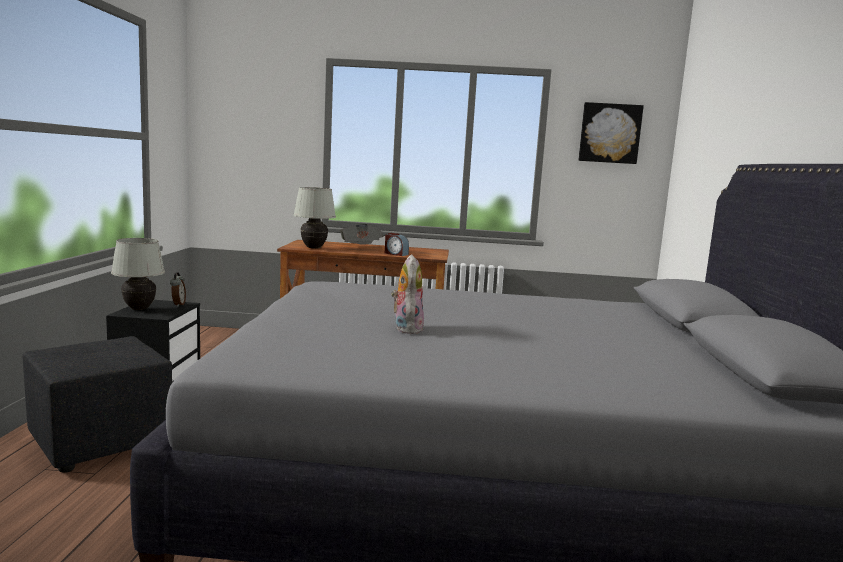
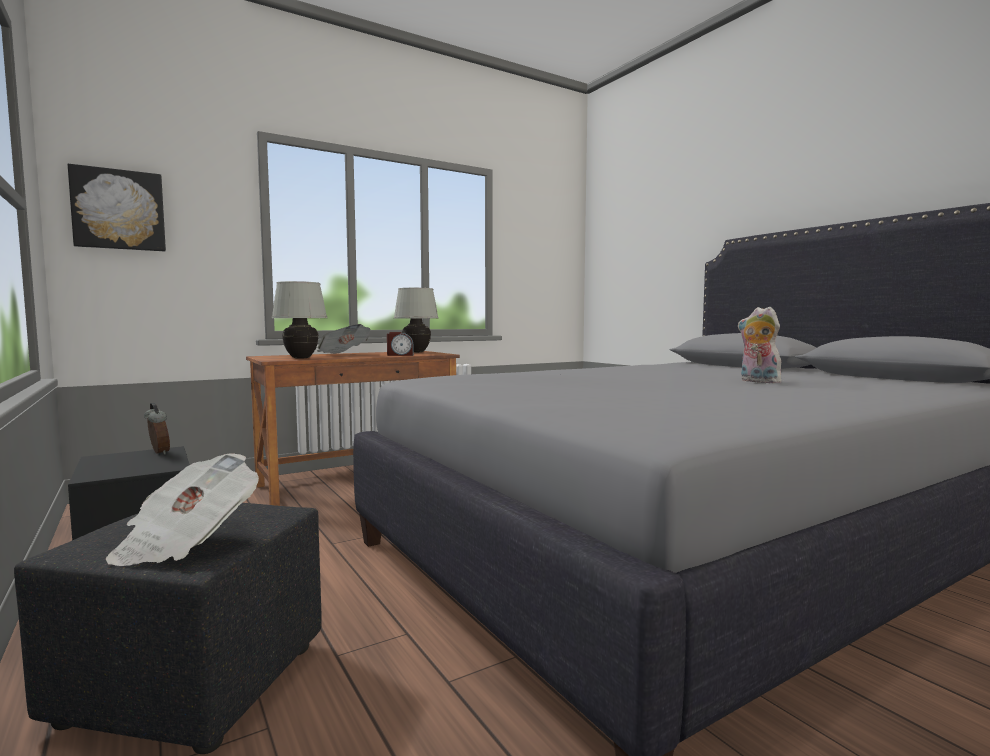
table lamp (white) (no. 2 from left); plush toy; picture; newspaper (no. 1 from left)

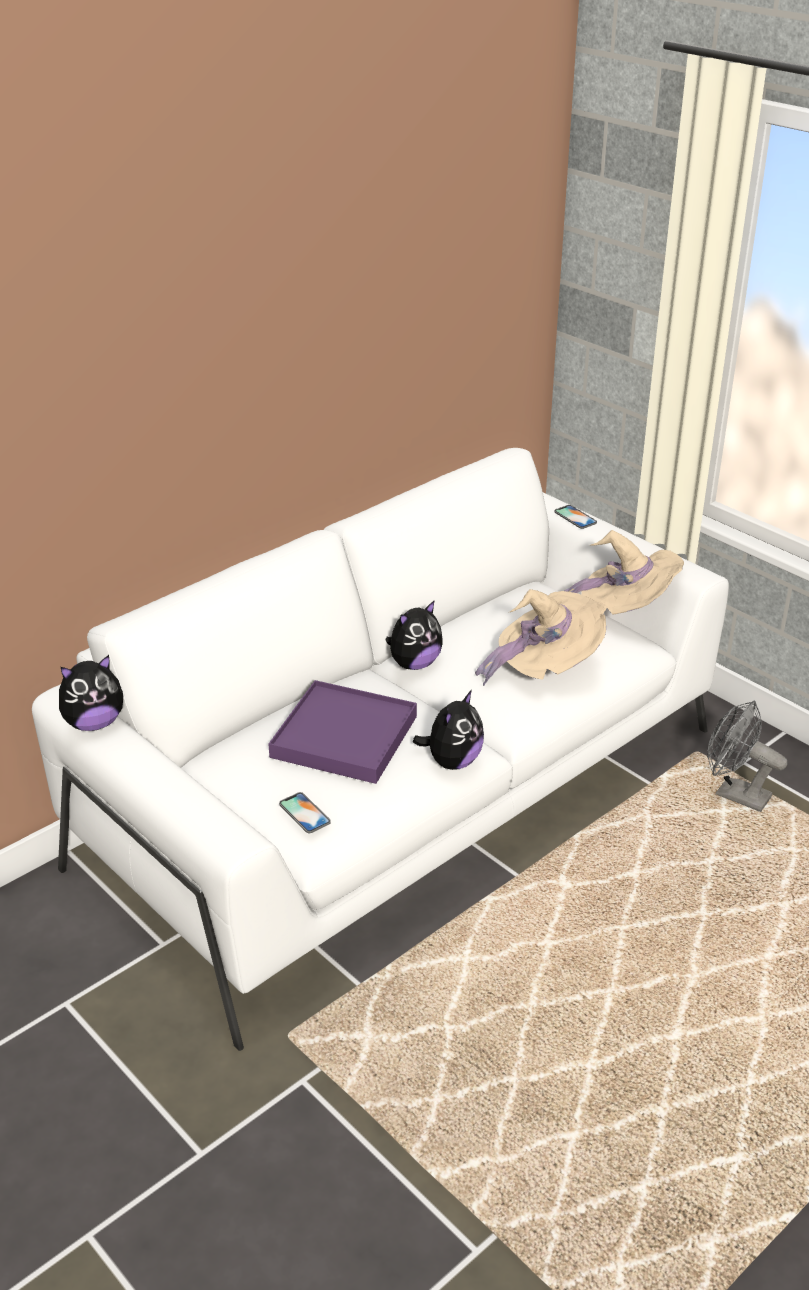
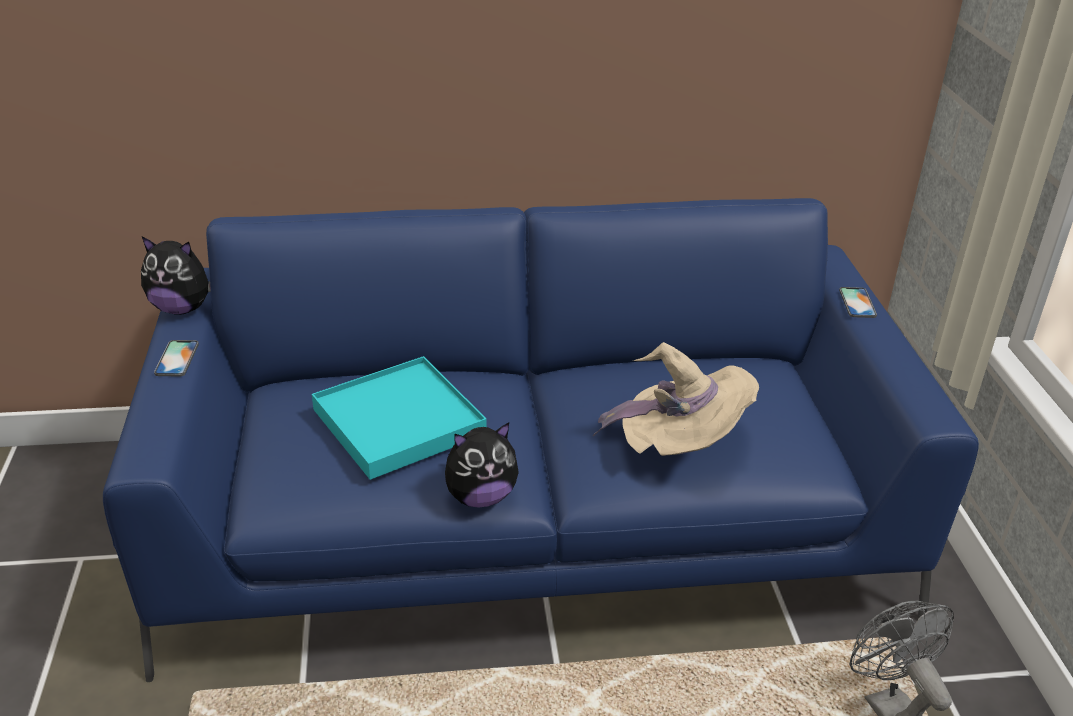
sofa (blue); tray (turquoise); phone (no. 1 from left); plush toy (no. 2 from left in the first image); hat (beige) (no. 2 from left in the first image)

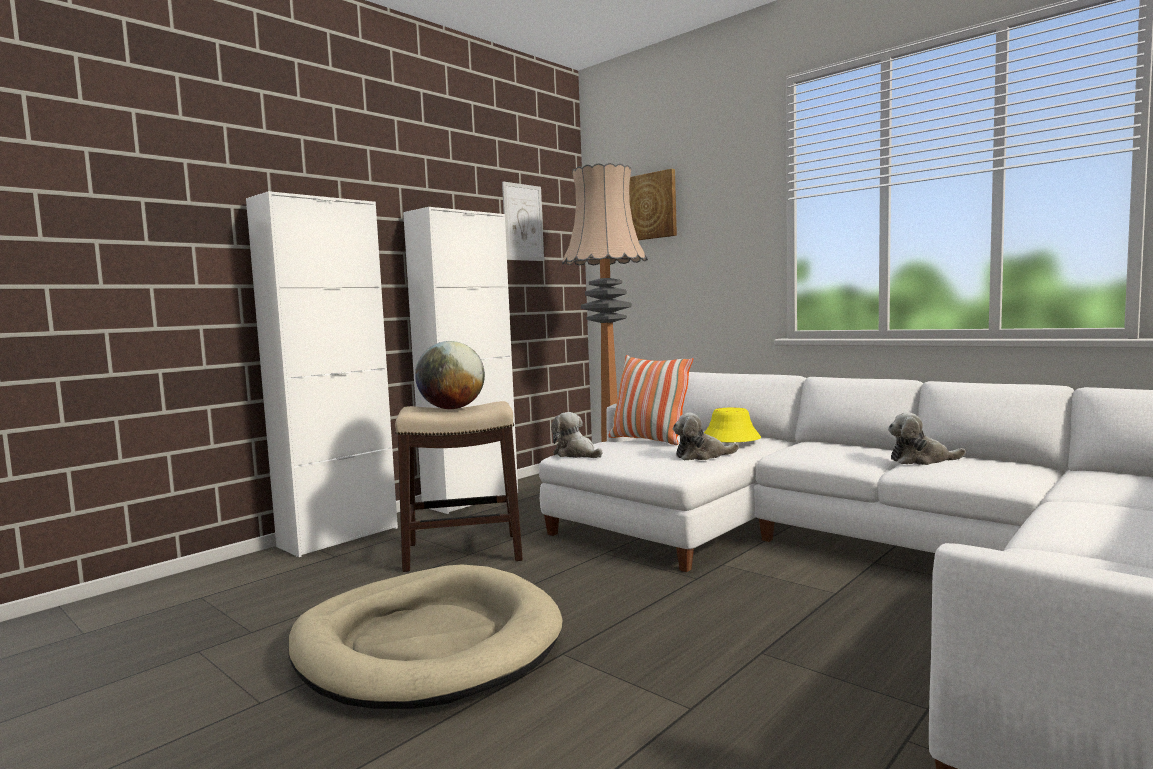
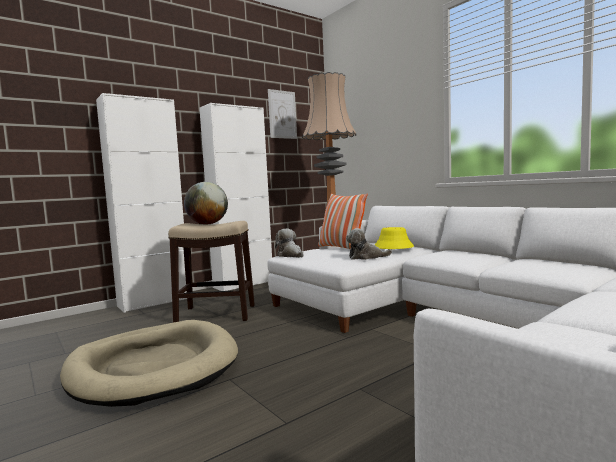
picture (no. 2 from left in the first image); plush toy (no. 3 from left in the first image)

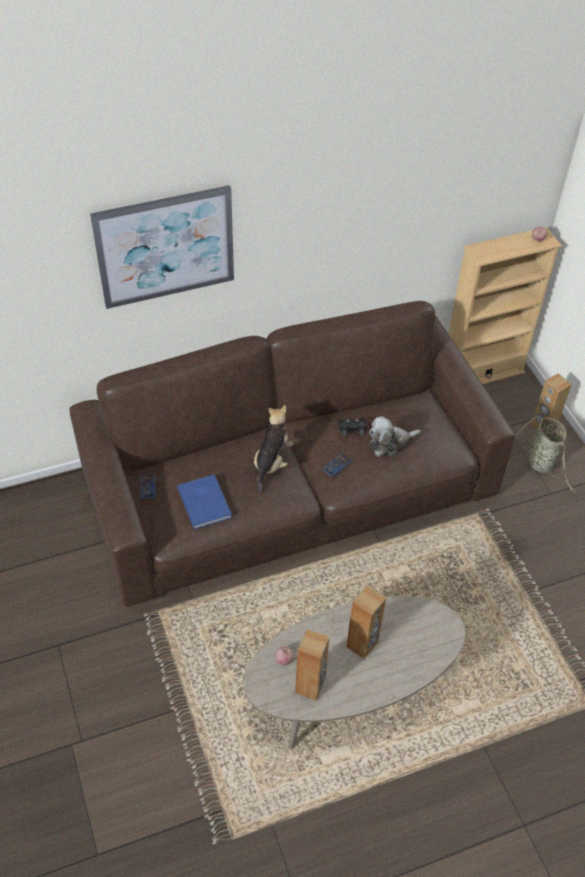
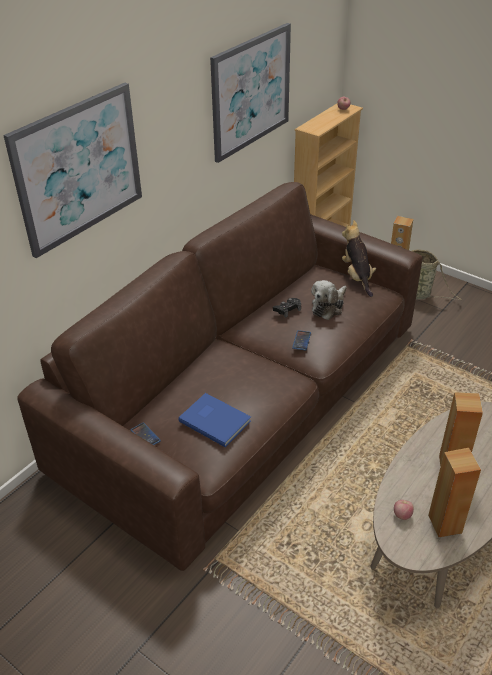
plush toy (no. 2 from left); picture (no. 2 from left)

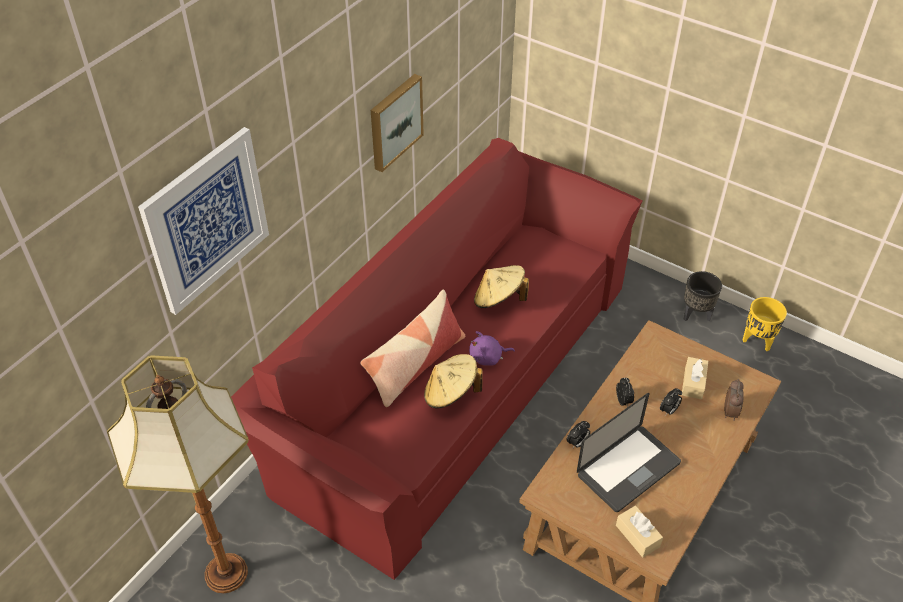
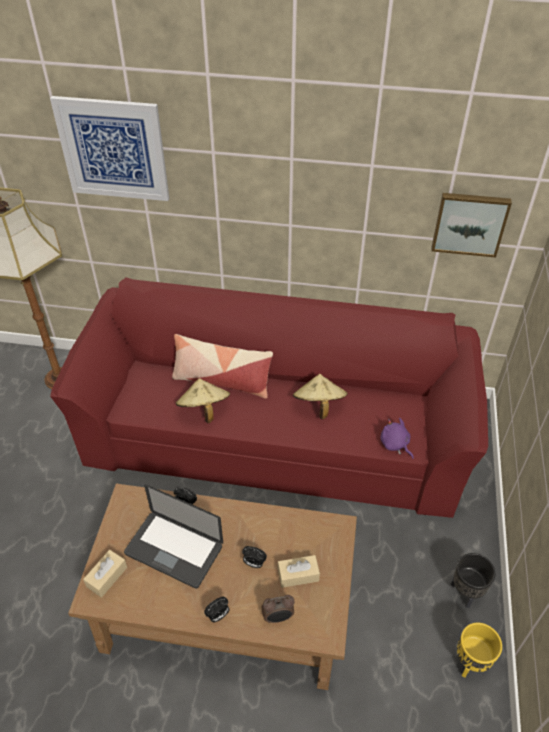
picture (no. 2 from left); plush toy (purple); alarm clock (no. 2 from left)

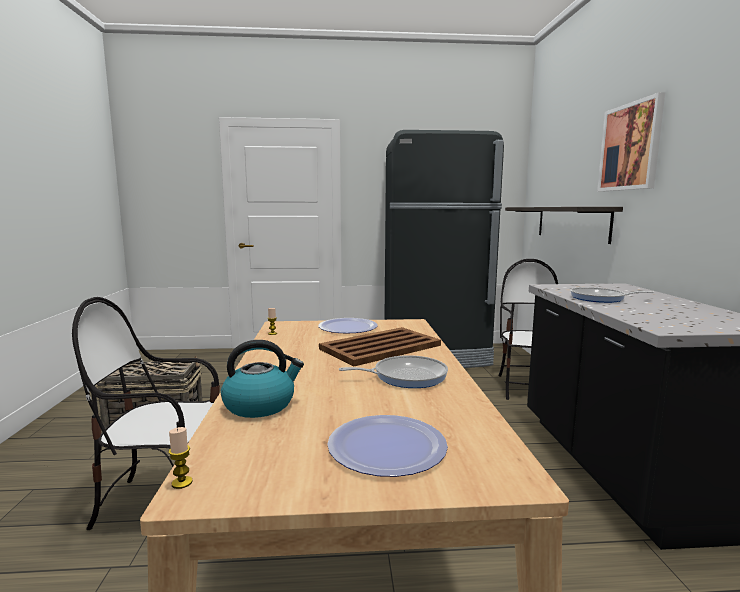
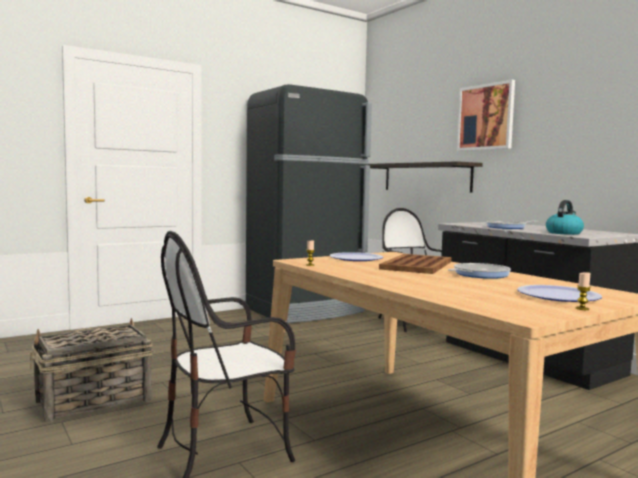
candle (no. 2 from left); kettle

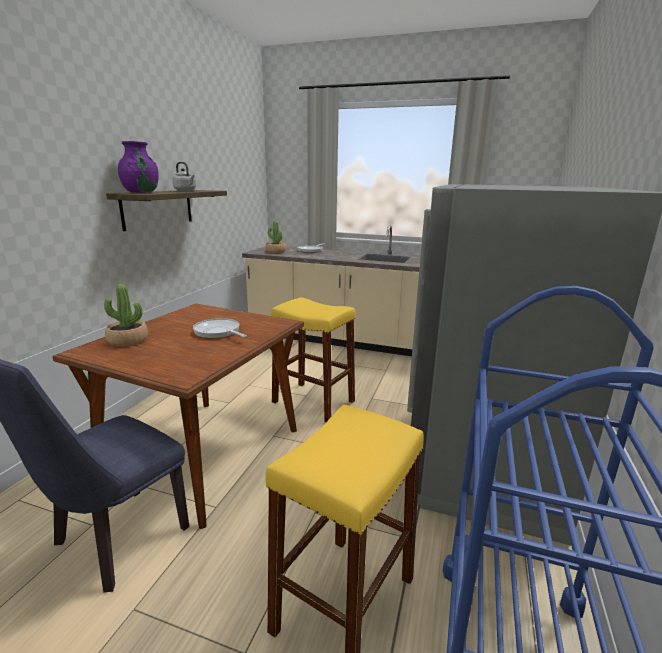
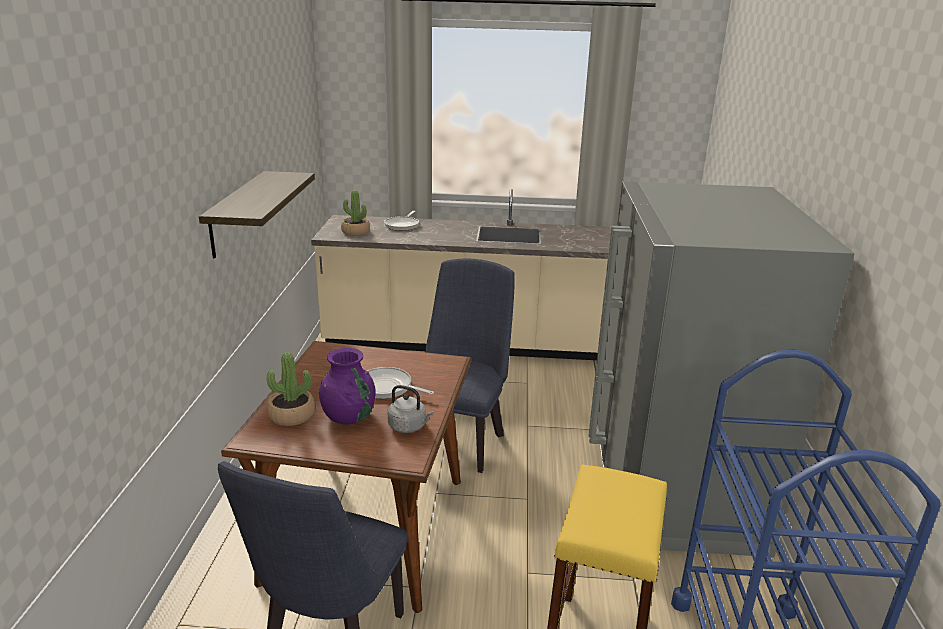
vase (purple); kettle (grey); chair (blue) (no. 2 from left)

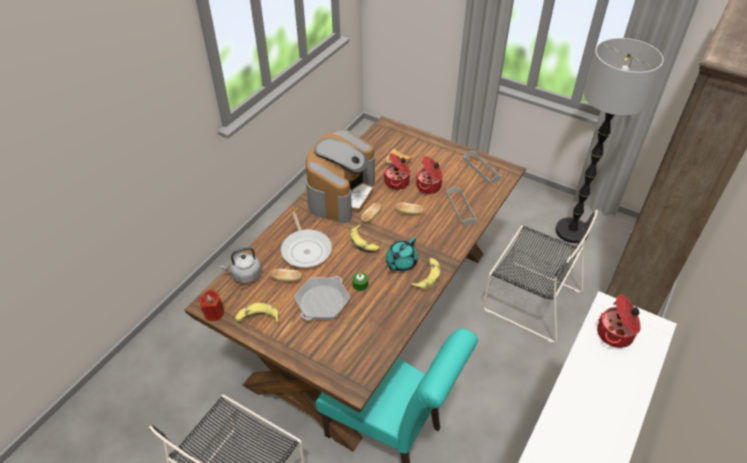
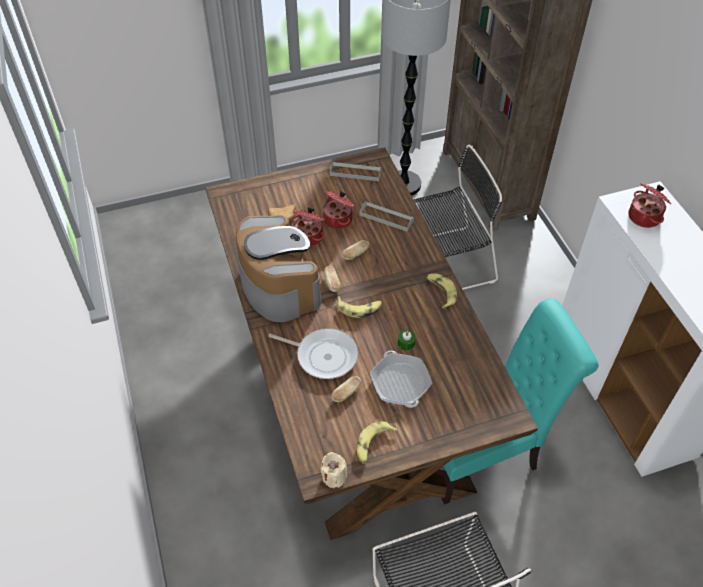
candle (beige); kettle (grey); teapot (turquoise)

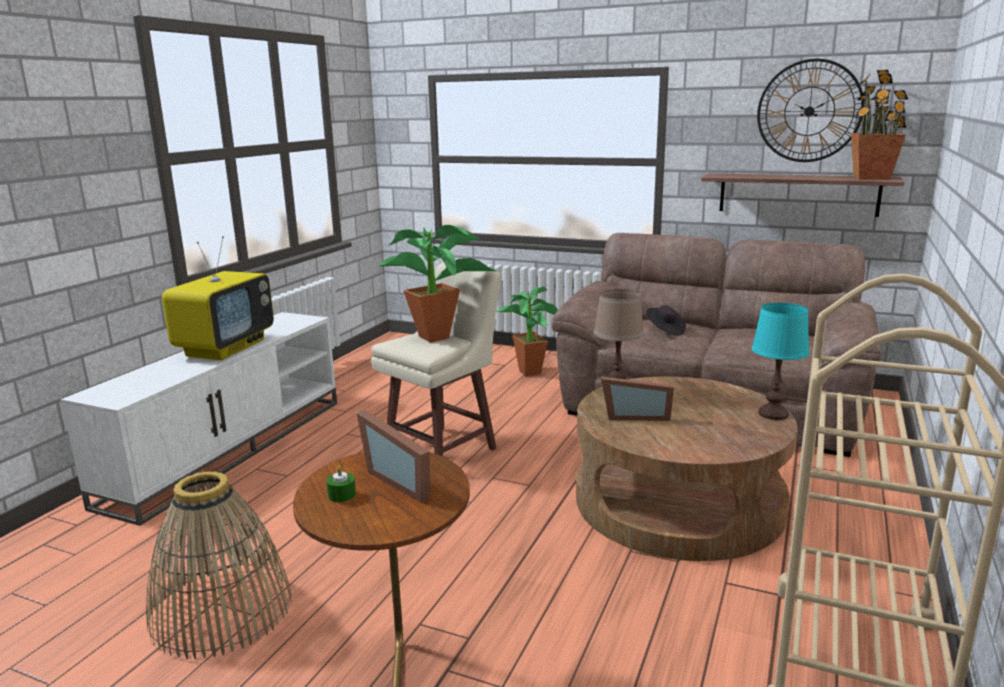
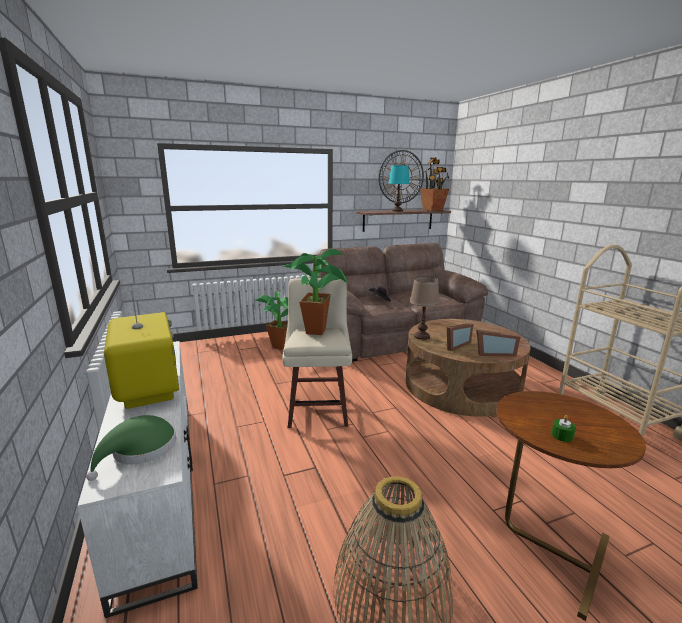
picture frame (no. 2 from left); table lamp (turquoise); hat (green)

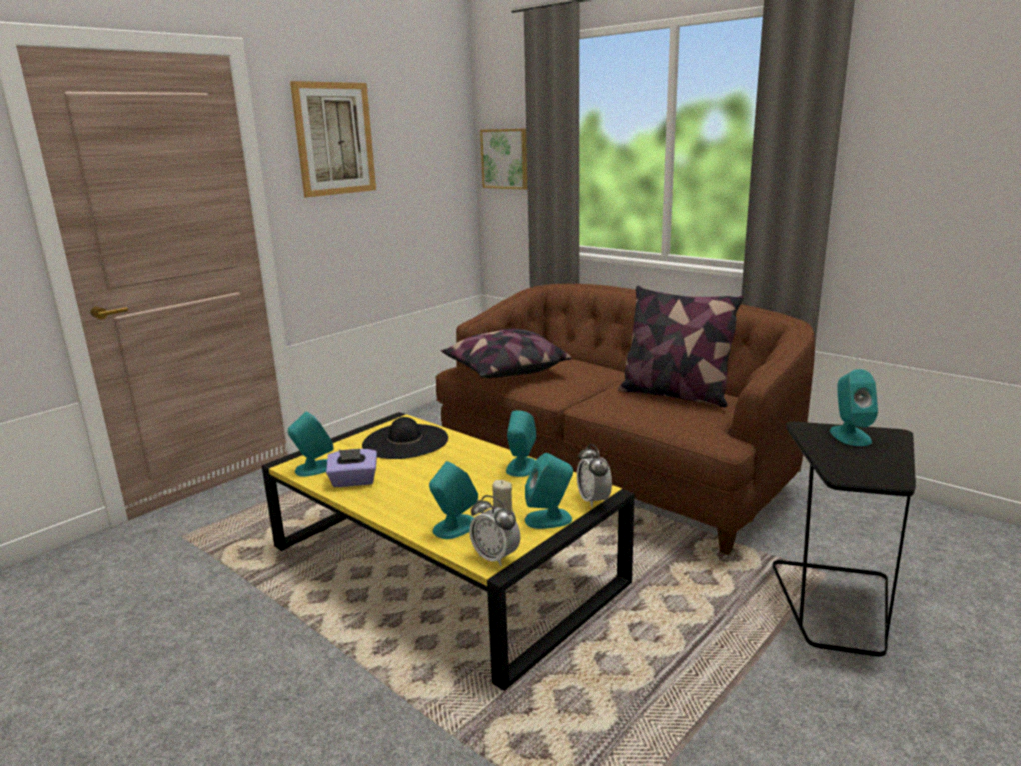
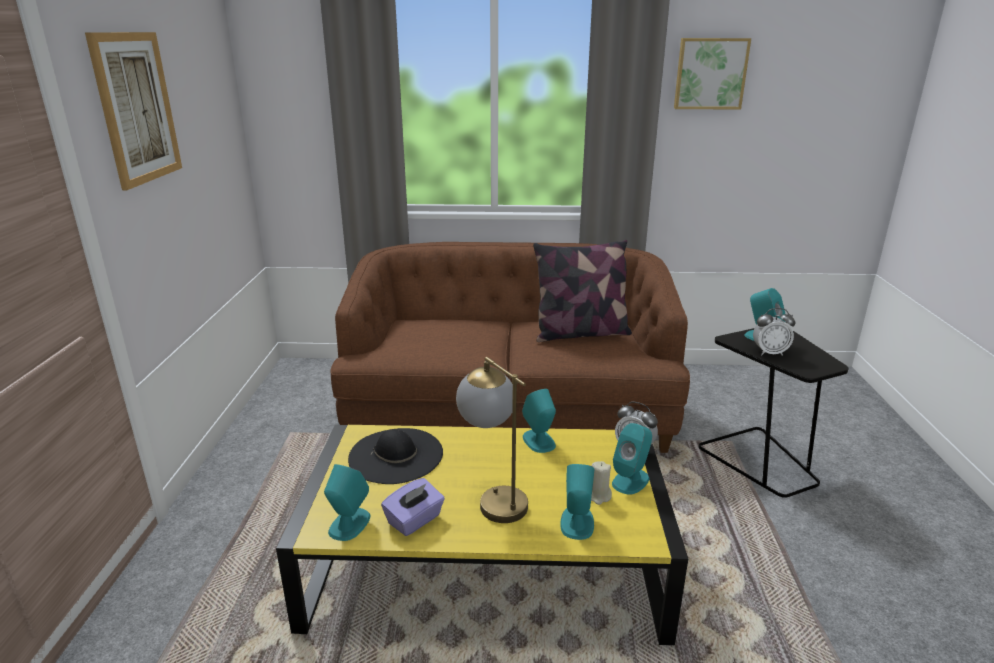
pillow (no. 1 from left in the first image); alarm clock (no. 2 from left); picture (no. 2 from left); table lamp

